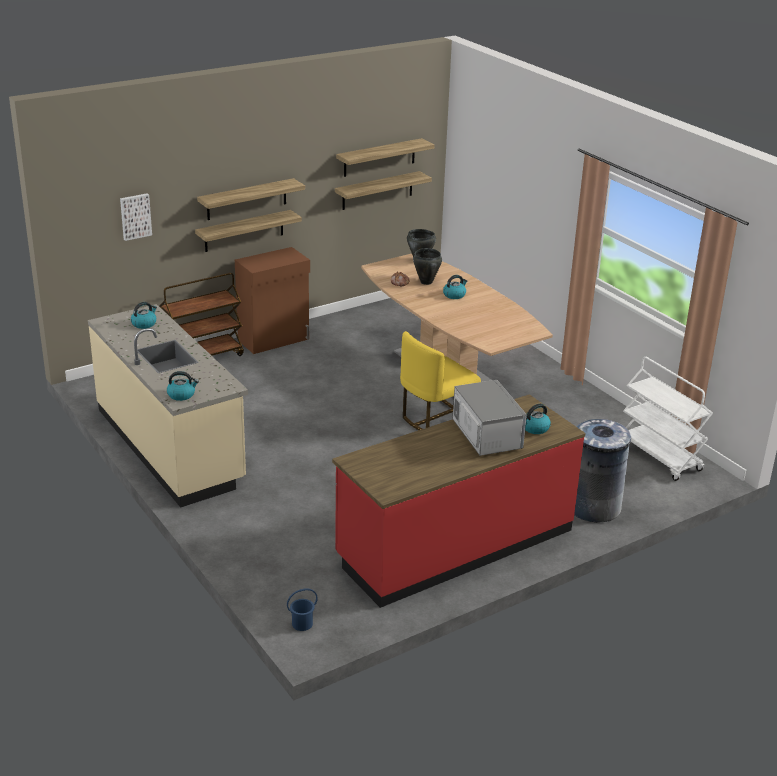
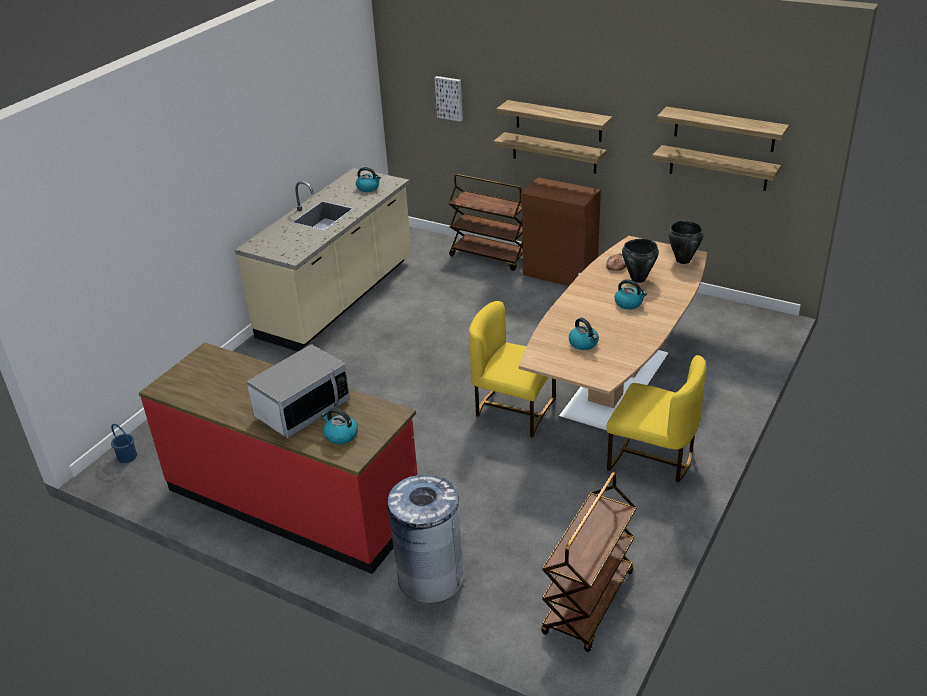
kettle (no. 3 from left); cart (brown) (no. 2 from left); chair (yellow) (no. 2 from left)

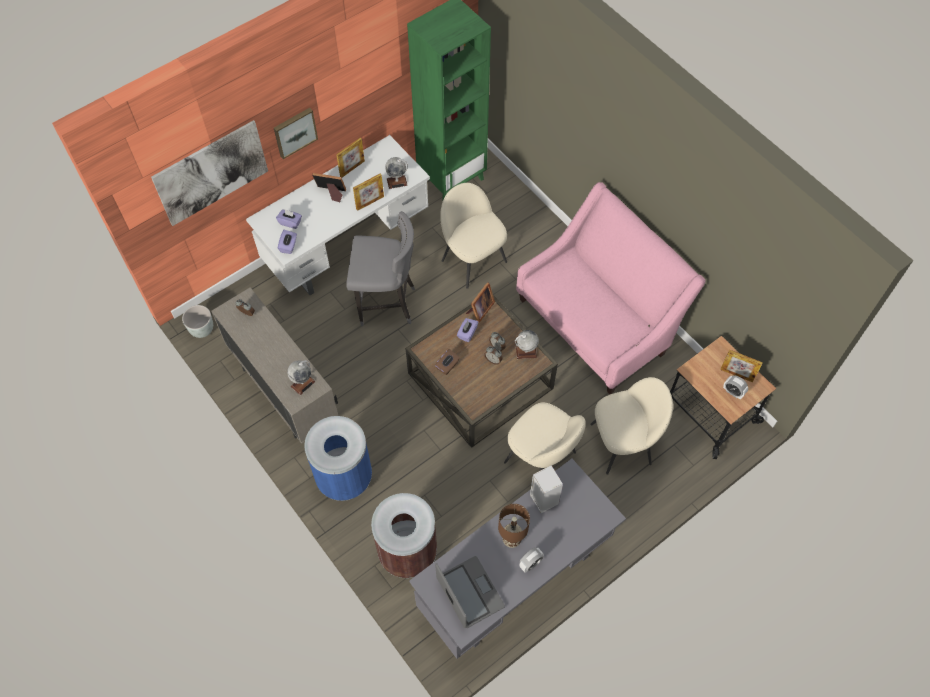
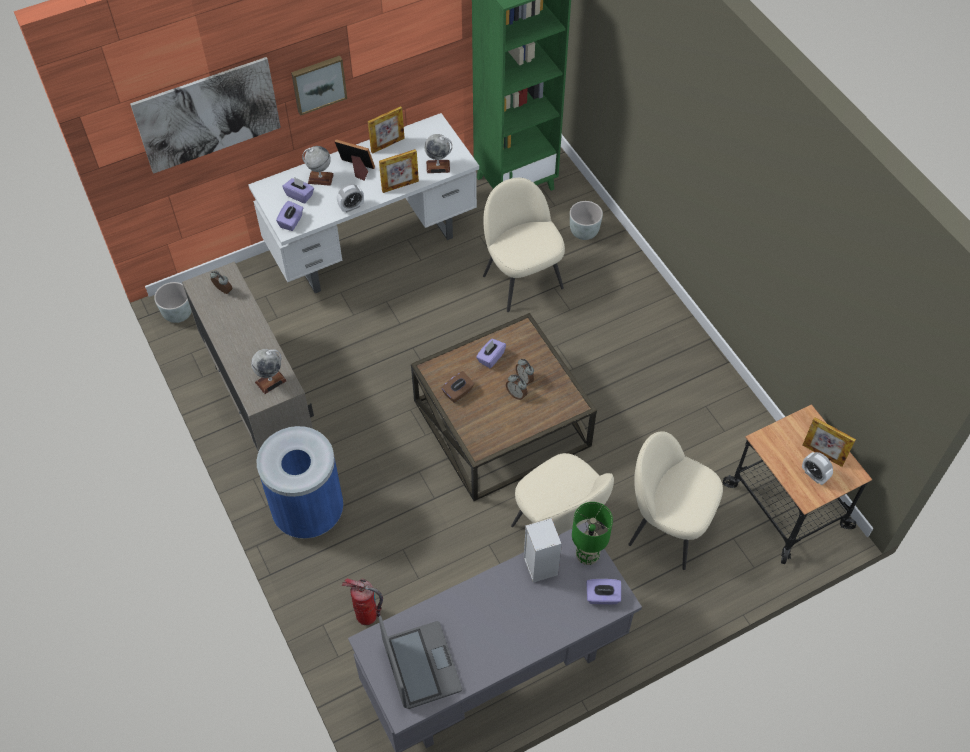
stool (grey); fire extinguisher; picture frame (no. 4 from left in the first image); table lamp (brown); globe (no. 2 from left); sofa (pink); alarm clock (no. 2 from left); chair (beige) (no. 3 from left); planter (grey) (no. 2 from left); table lamp (green); tissue box (purple) (no. 4 from left)

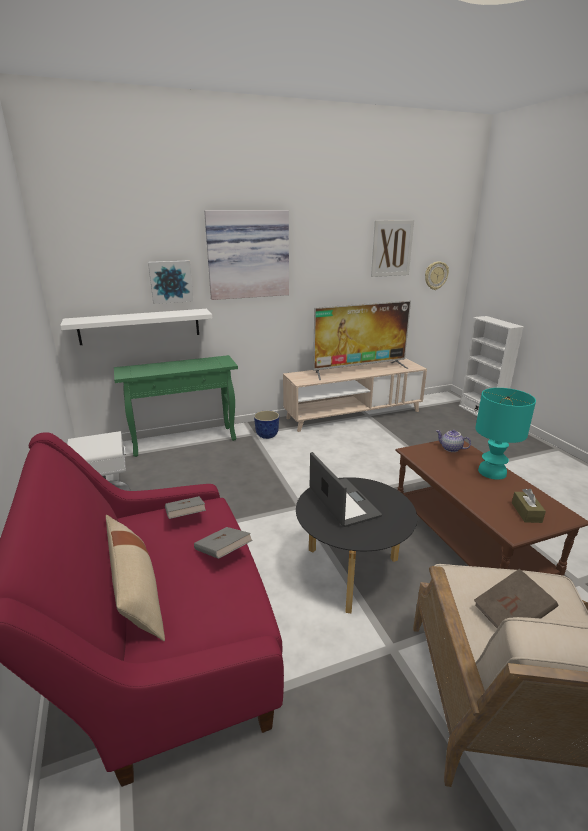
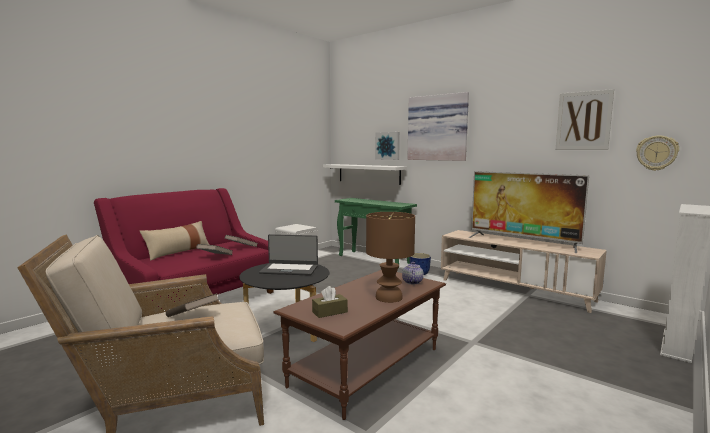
laptop; table lamp (brown)

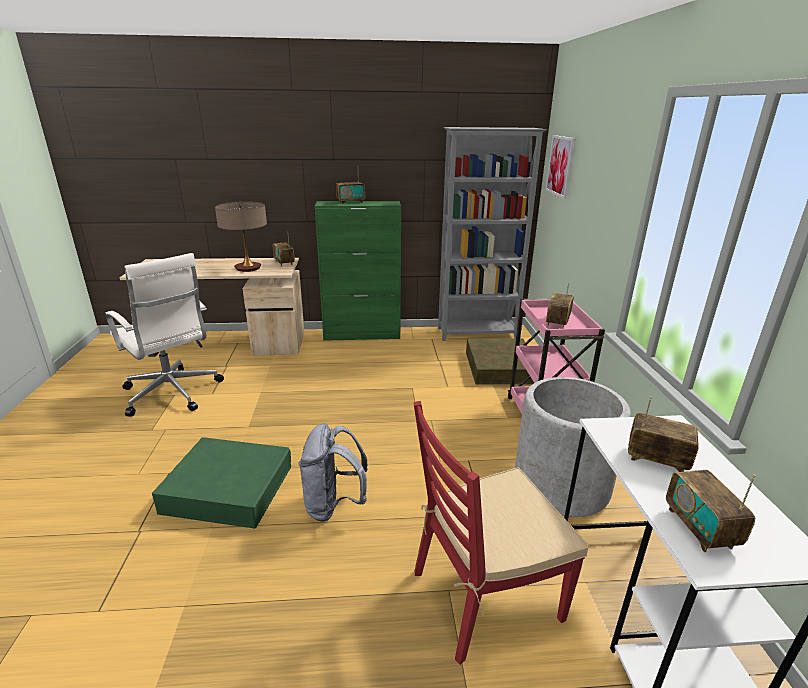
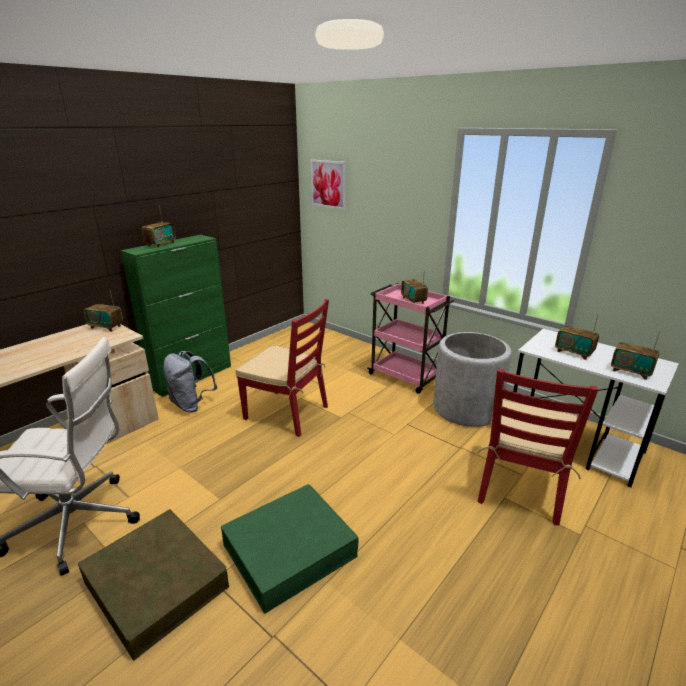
table lamp; backpack (grey); bookcase (grey); storage box (brown); radio (no. 4 from left); chair (red) (no. 1 from left)

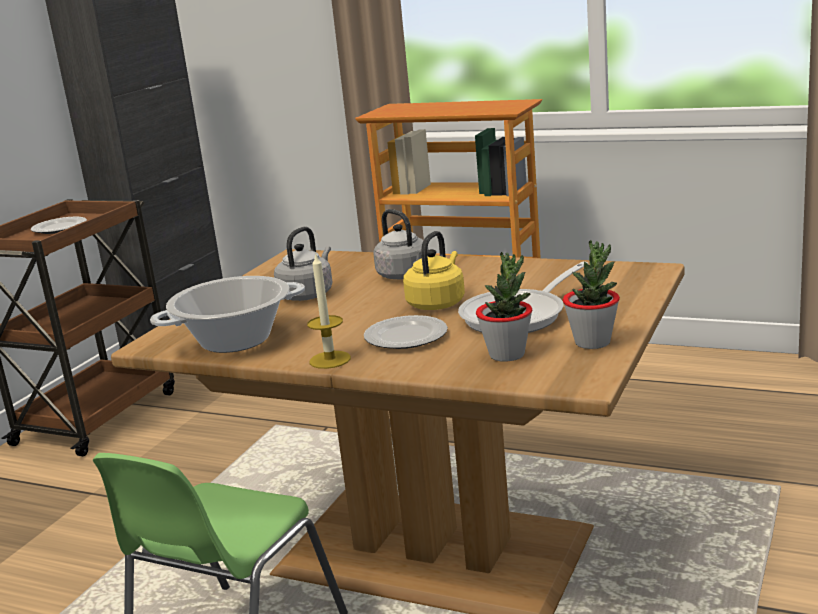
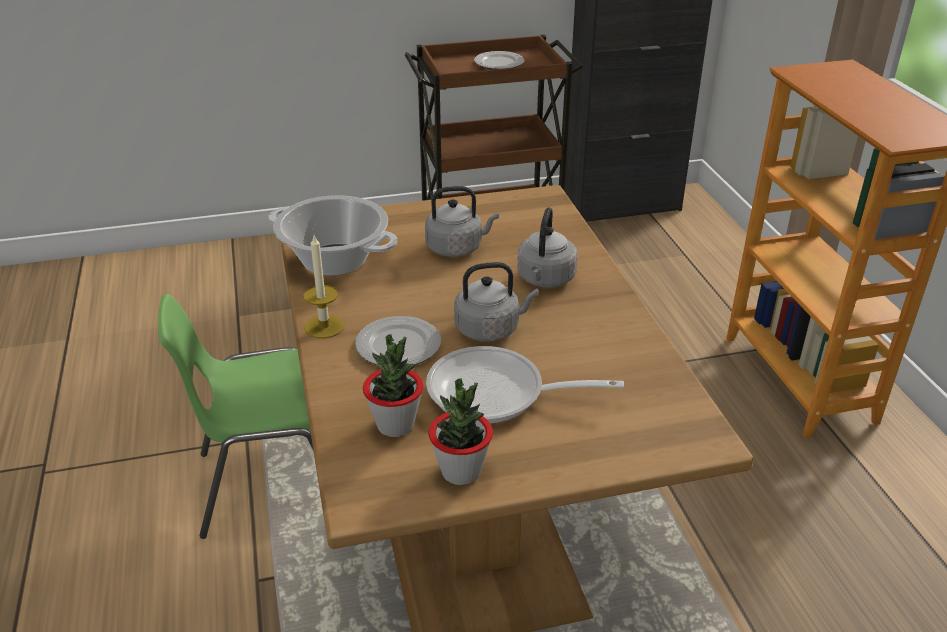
kettle (grey) (no. 2 from left)

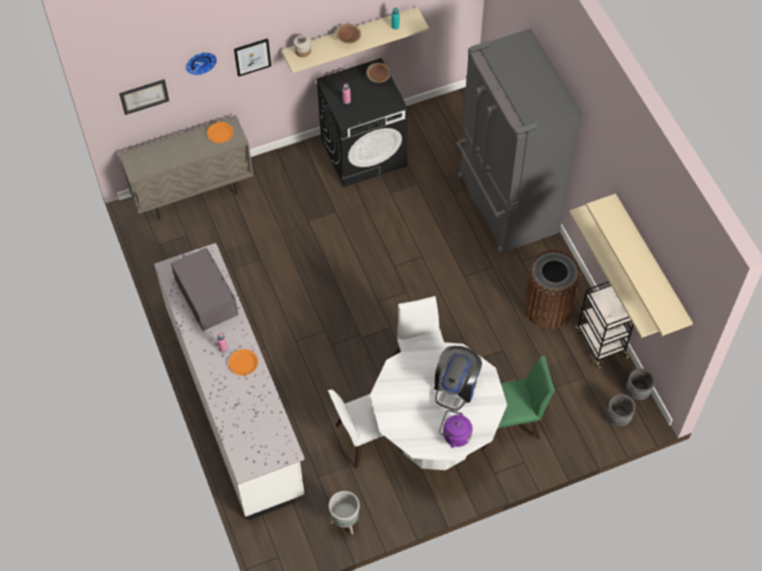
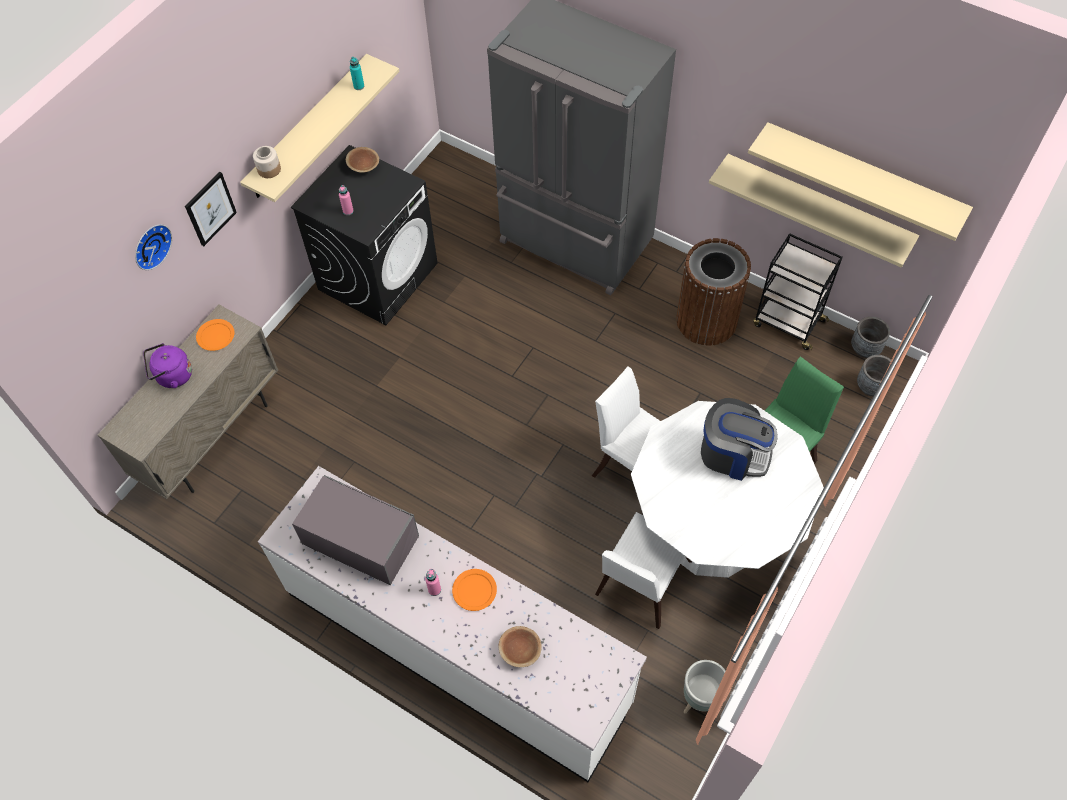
picture (no. 1 from left in the first image); bowl (brown) (no. 2 from left); coffee machine; kettle (purple)

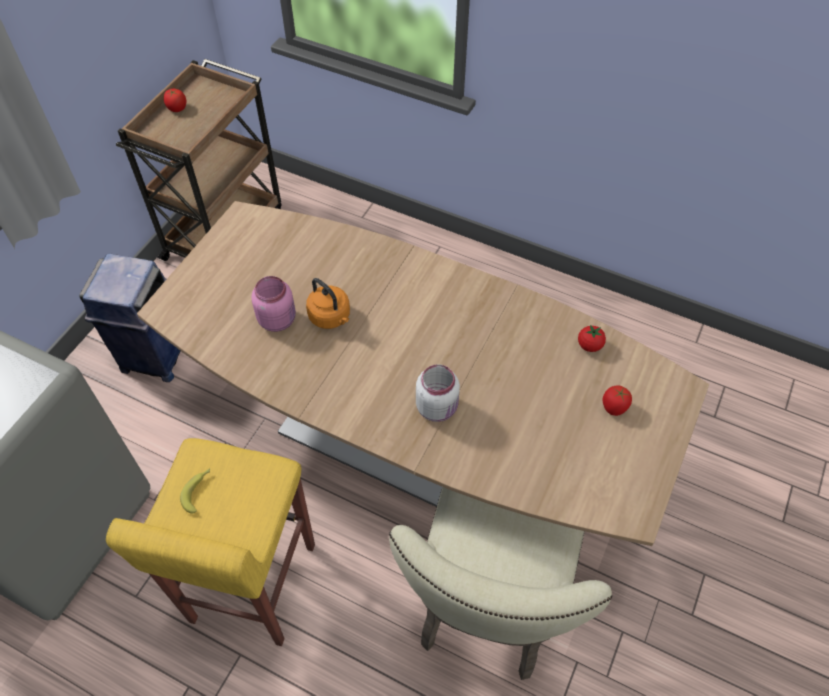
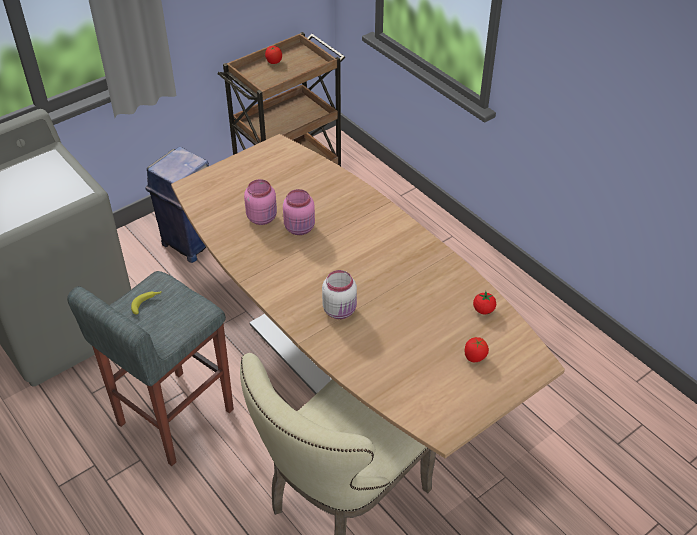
stool (grey); jar (pink) (no. 2 from left)

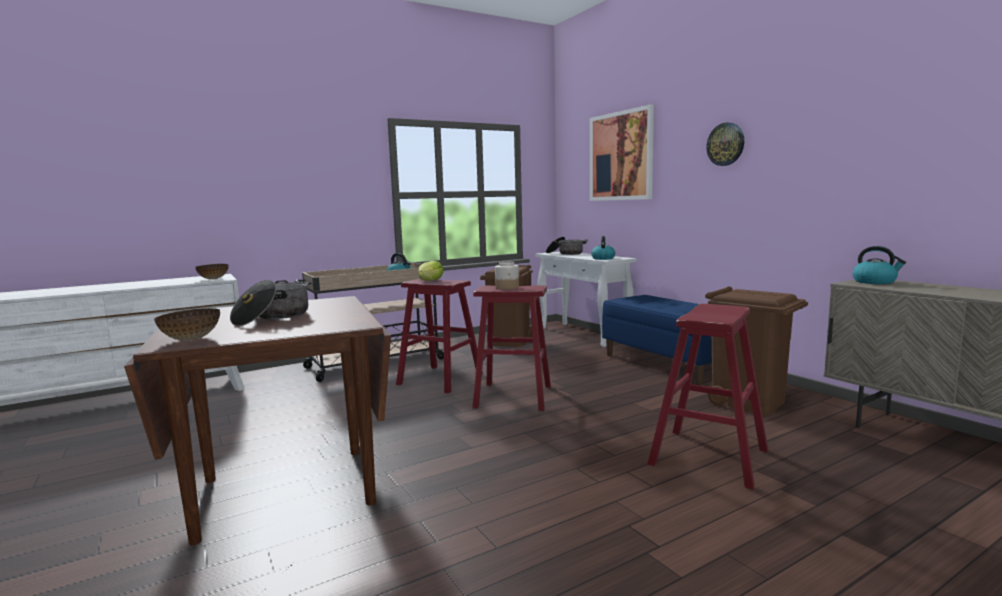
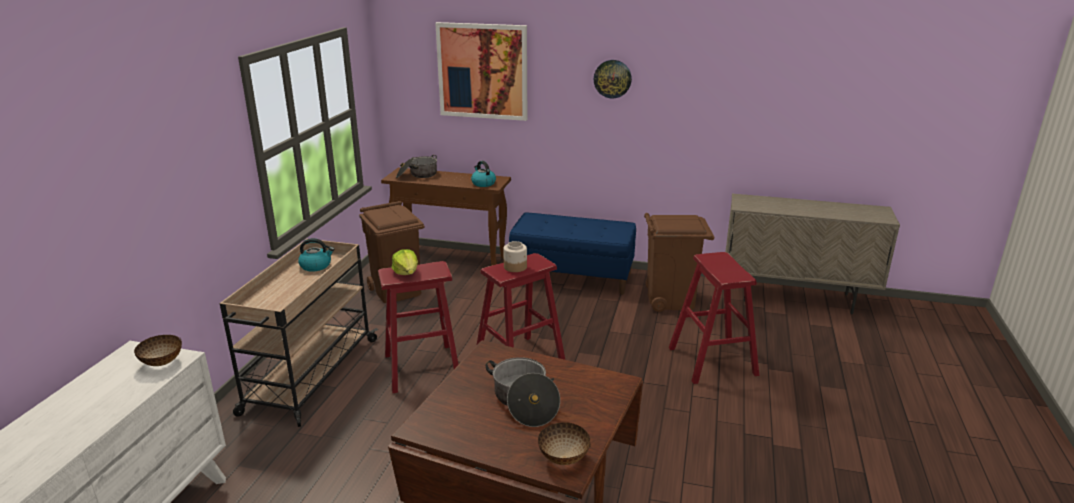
console table (brown); kettle (no. 3 from left in the first image)

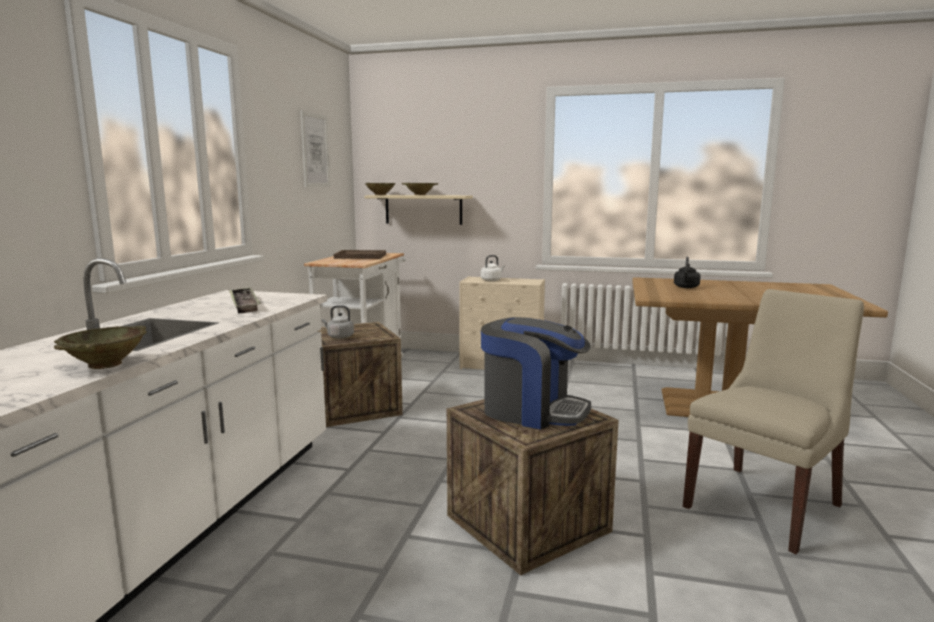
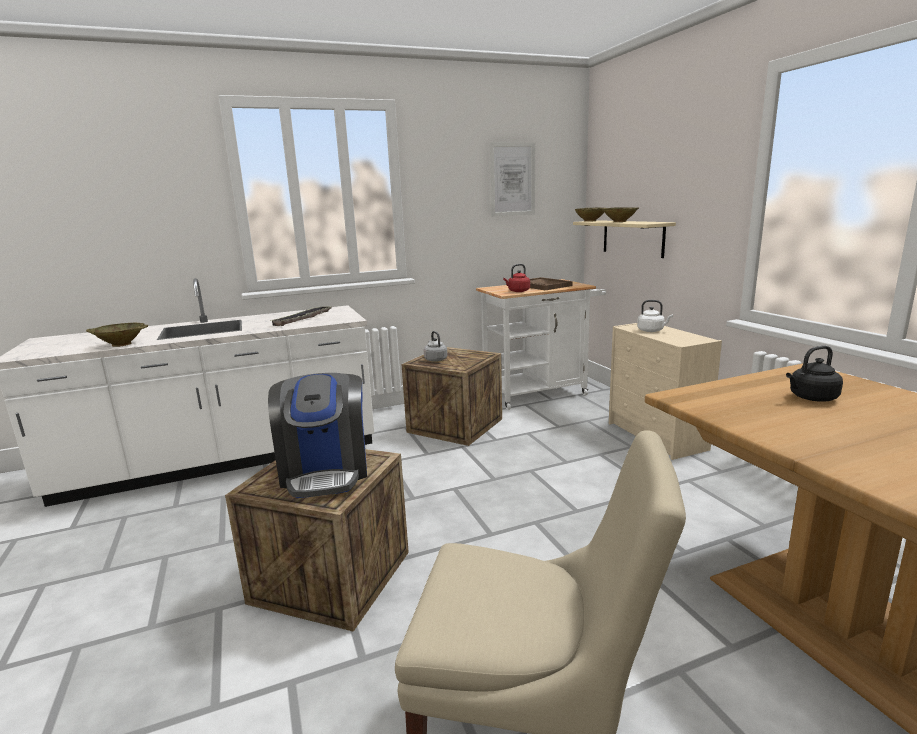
kettle (red)

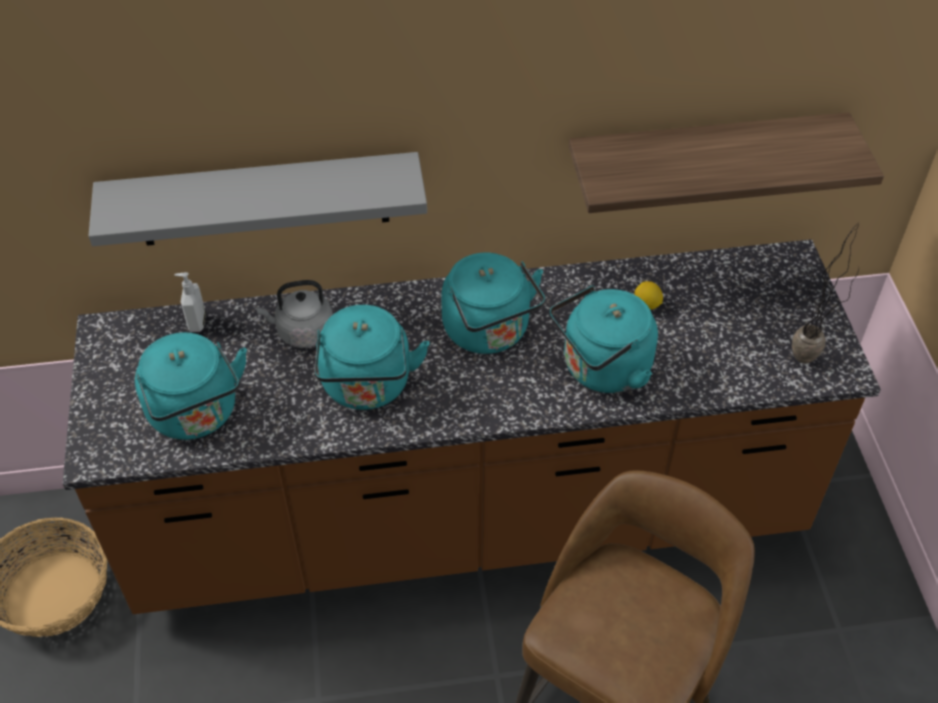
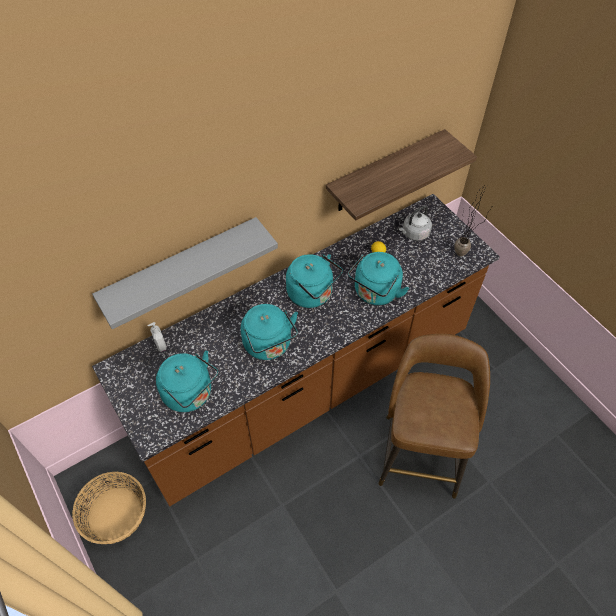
kettle (grey)

